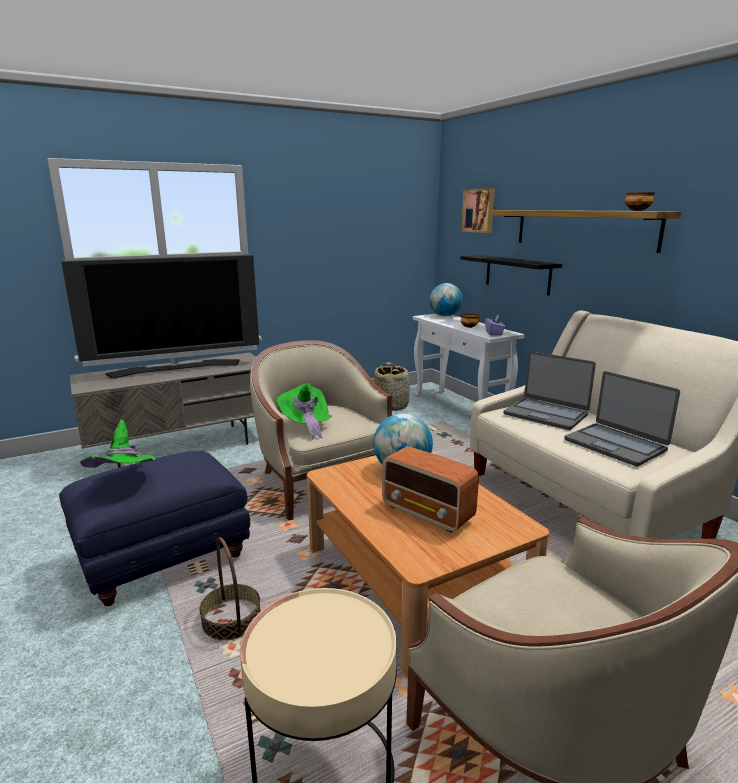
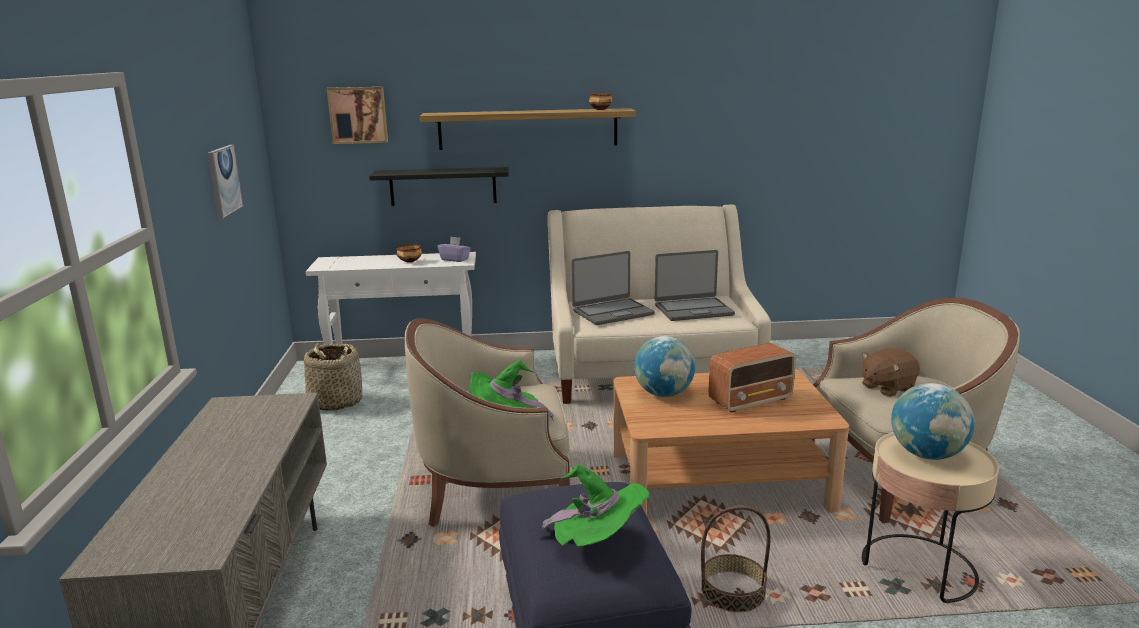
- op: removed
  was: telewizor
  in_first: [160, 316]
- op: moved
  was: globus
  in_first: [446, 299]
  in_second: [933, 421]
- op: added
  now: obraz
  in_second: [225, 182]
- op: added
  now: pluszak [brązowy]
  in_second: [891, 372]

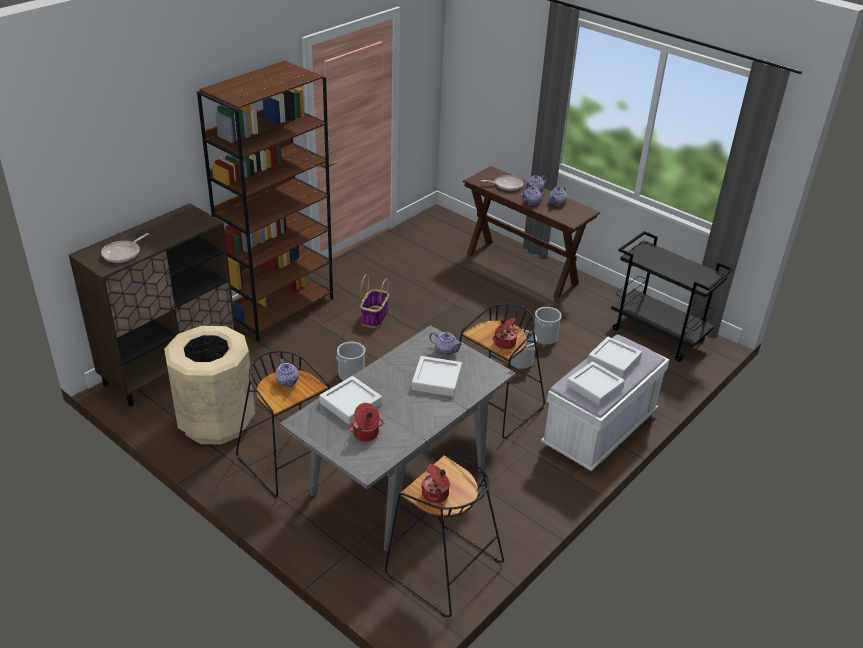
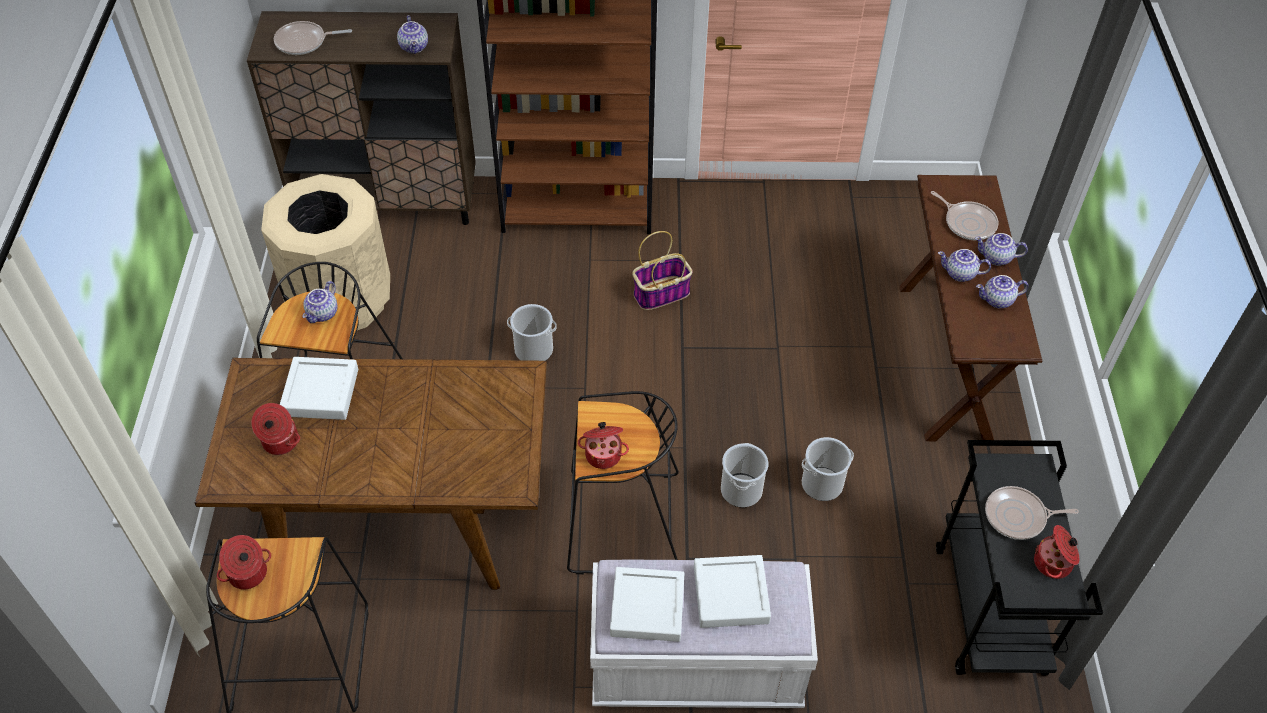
- op: recoloured
  was: stół jadalny [szary]
  now: stół jadalny [brązowy]
  in_first: [397, 438]
  in_second: [371, 474]
- op: removed
  was: taca [biały]
  in_first: [437, 376]
- op: moved
  was: imbryk
  in_first: [446, 343]
  in_second: [412, 34]
- op: added
  now: patelnia
  in_second: [1032, 513]
- op: added
  now: garnek
  in_second: [1056, 552]

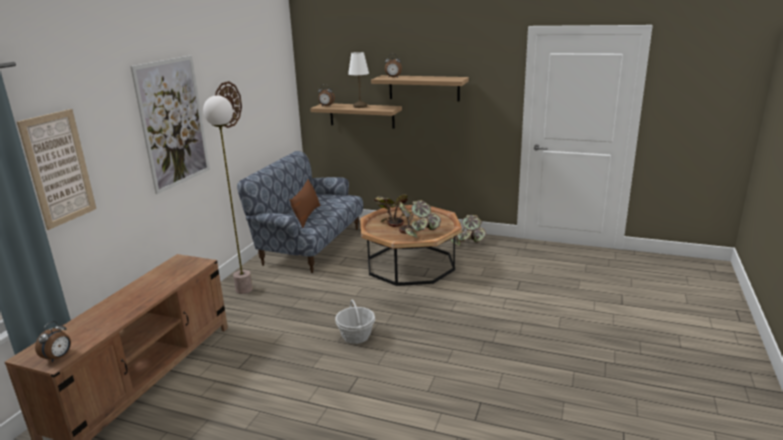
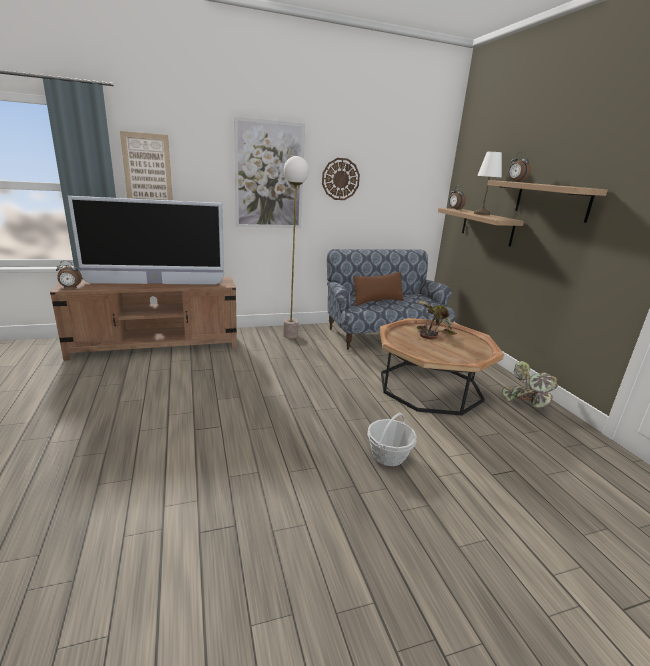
- op: moved
  was: koszyk
  in_first: [355, 321]
  in_second: [392, 439]
- op: removed
  was: roślina doniczkowa
  in_first: [420, 219]
- op: added
  now: telewizor
  in_second: [145, 240]

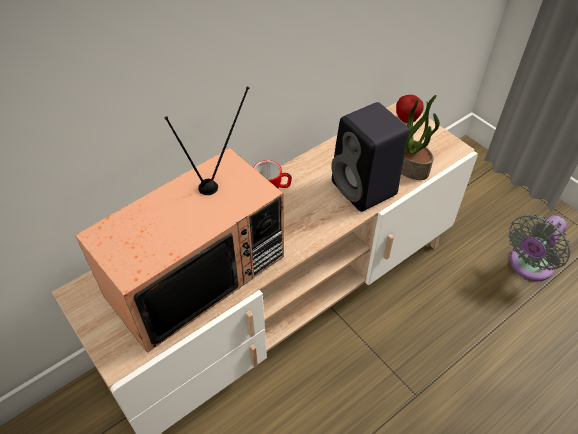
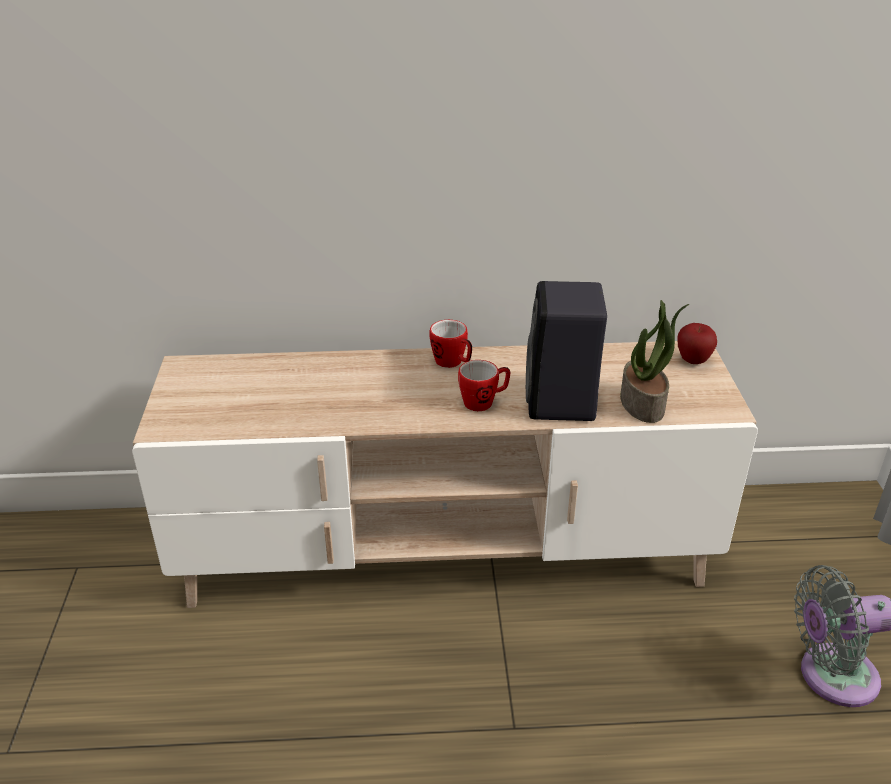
- op: removed
  was: telewizor
  in_first: [179, 220]
- op: added
  now: kubek
  in_second: [484, 385]

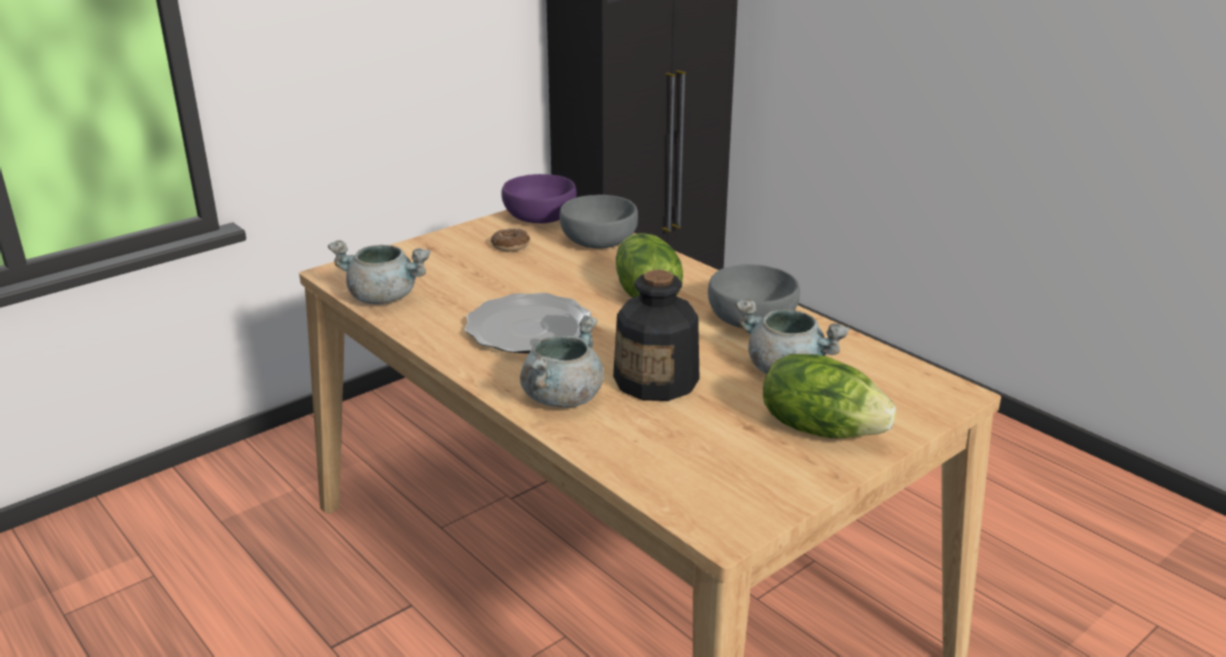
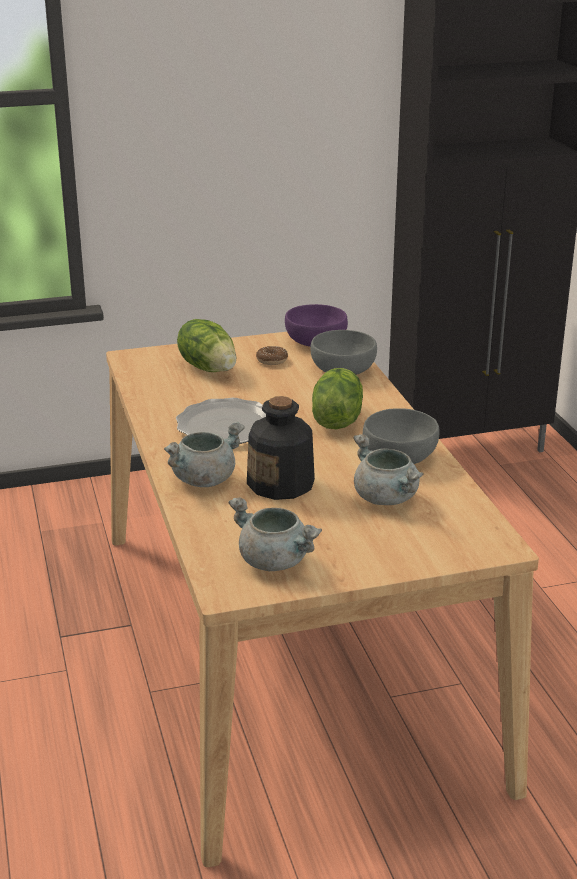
- op: moved
  was: garnek [szary]
  in_first: [379, 272]
  in_second: [275, 534]
- op: moved
  was: sałata
  in_first: [829, 396]
  in_second: [206, 345]

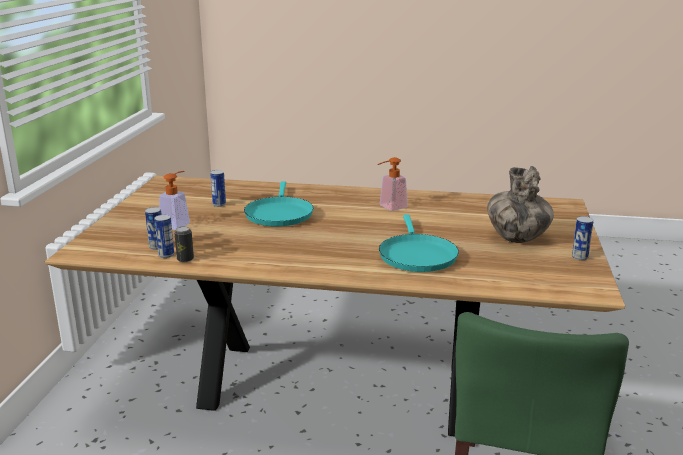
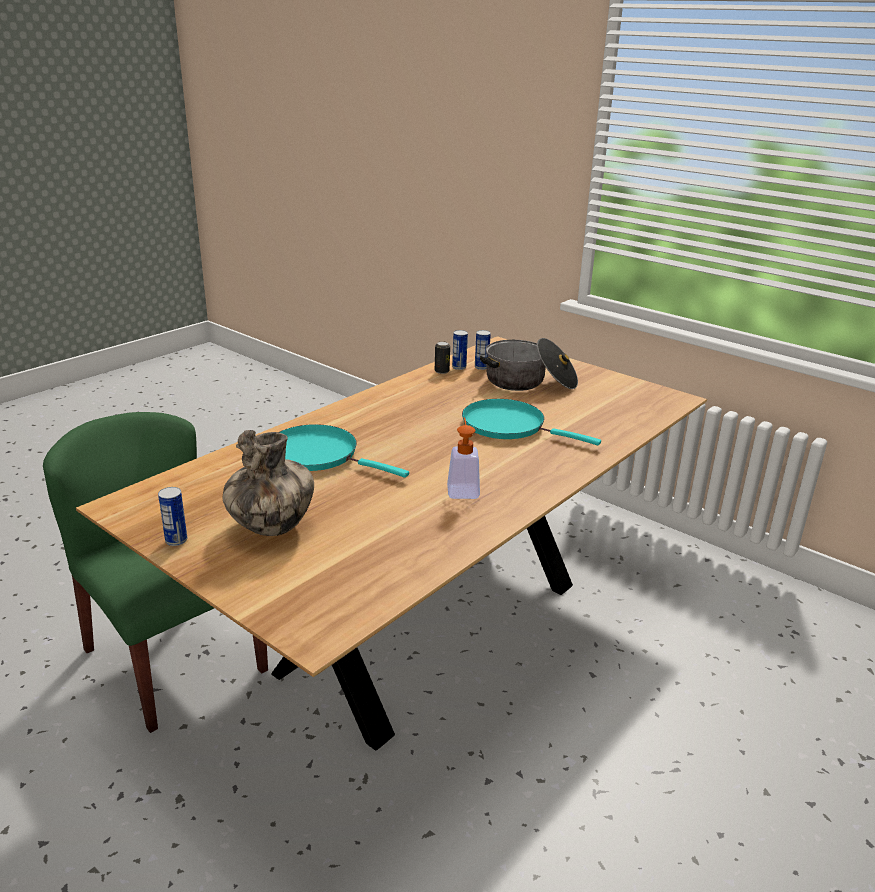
- op: replaced
  was: dozownik mydła
  now: garnek
  in_first: [174, 200]
  in_second: [529, 364]
- op: removed
  was: puszka
  in_first: [218, 188]

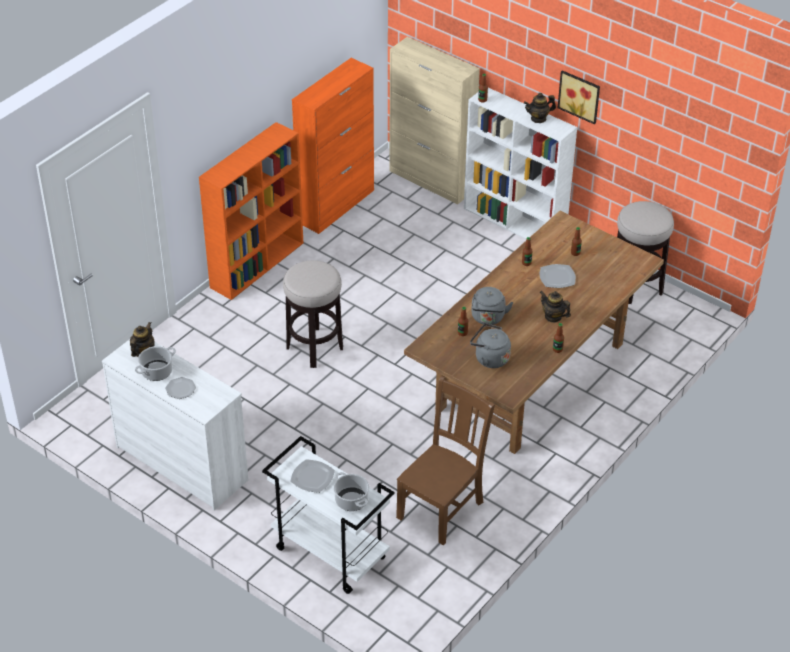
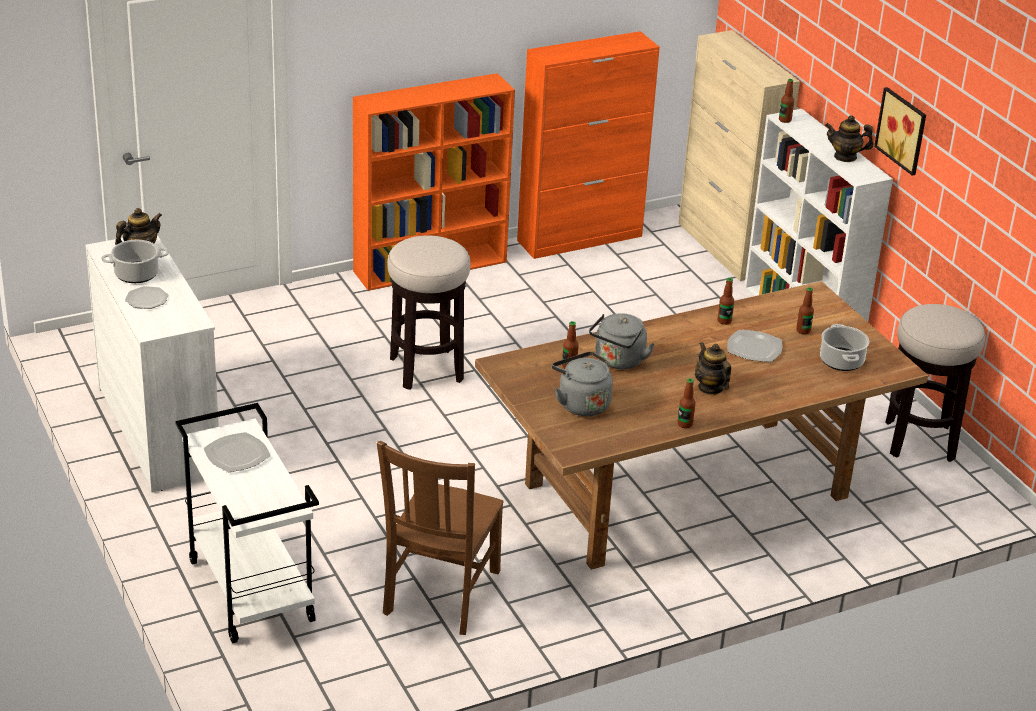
- op: moved
  was: garnek
  in_first: [351, 491]
  in_second: [844, 347]
- op: turned
  was: krzesło [brązowy]
  in_first: [445, 460]
  in_second: [440, 538]
  clockwise: 135

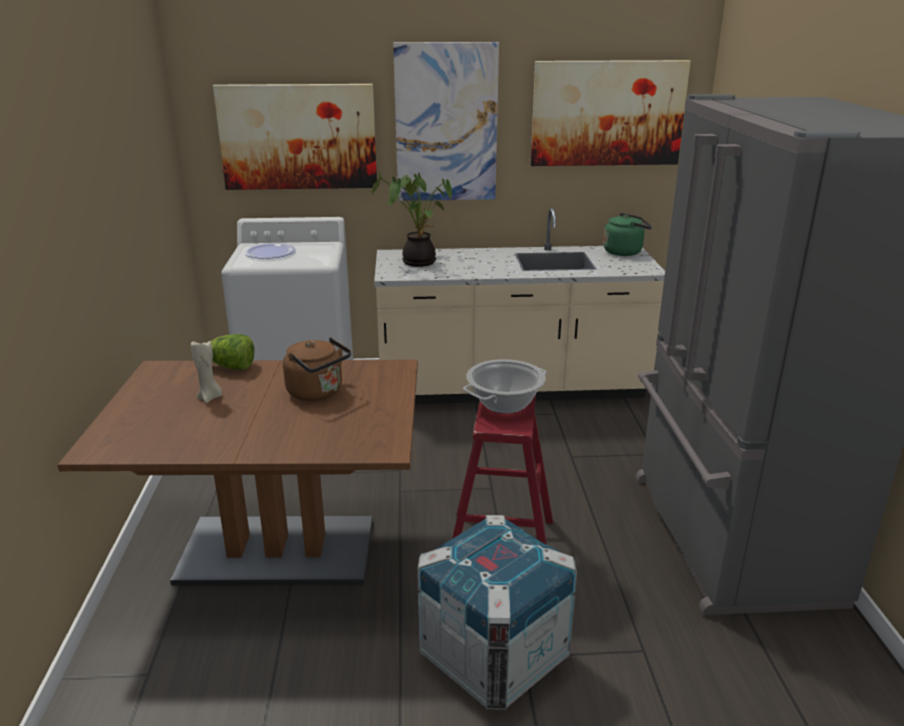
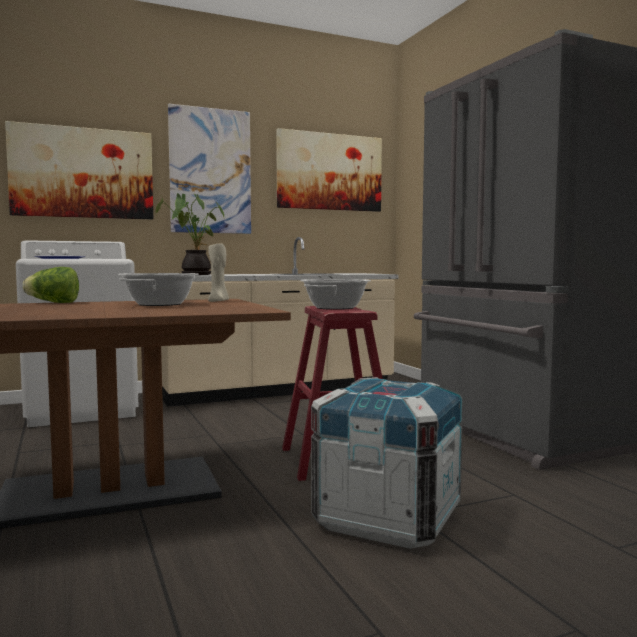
- op: moved
  was: świeca [beżowy]
  in_first: [206, 371]
  in_second: [218, 272]
- op: replaced
  was: czajnik [brązowy]
  now: garnek
  in_first: [317, 369]
  in_second: [158, 289]
- op: removed
  was: czajnik [zielony]
  in_first: [627, 234]

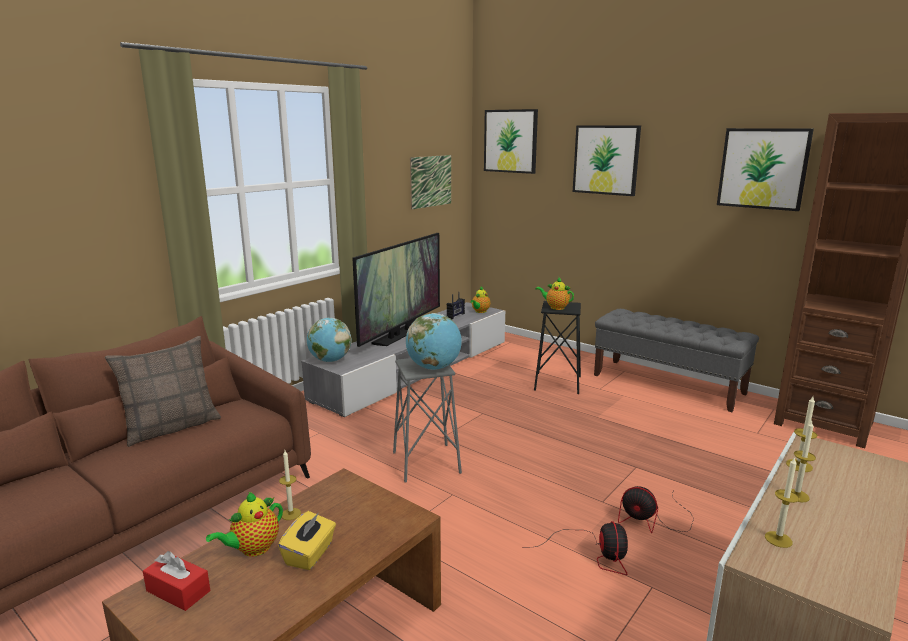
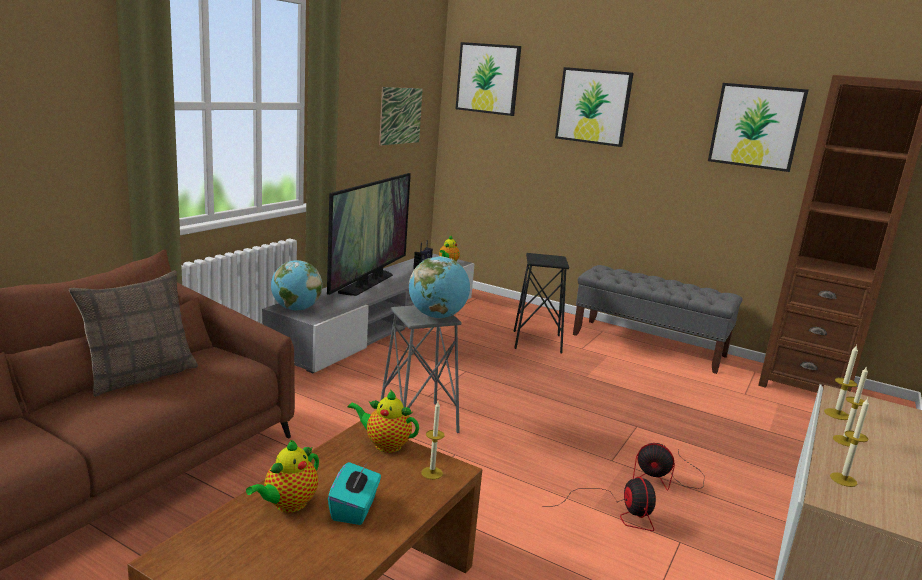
- op: removed
  was: pudełko chusteczek [czerwony]
  in_first: [176, 581]
- op: recoloured
  was: pudełko chusteczek [żółty]
  now: pudełko chusteczek [turkusowy]
  in_first: [307, 540]
  in_second: [354, 493]
- op: moved
  was: świeca
  in_first: [290, 485]
  in_second: [433, 440]
- op: moved
  was: imbryk
  in_first: [555, 293]
  in_second: [383, 421]

